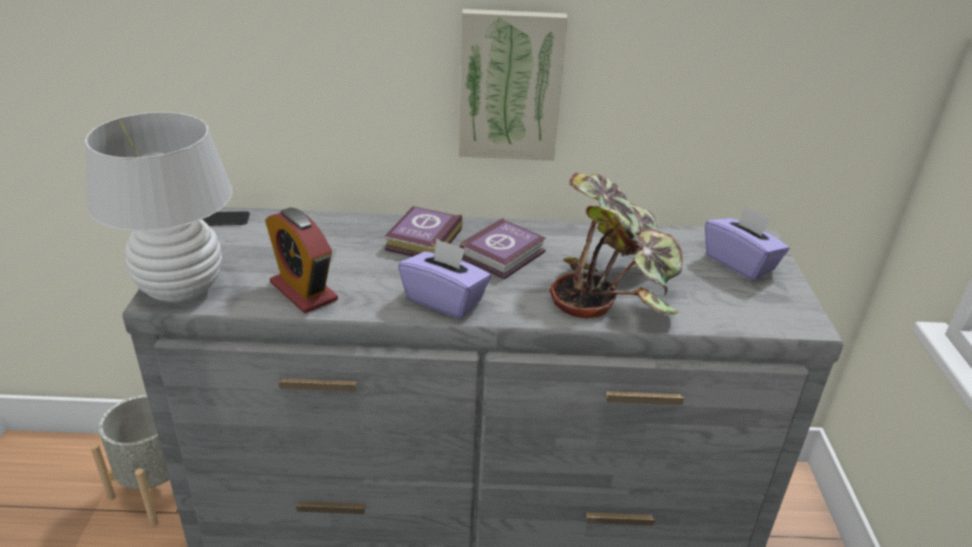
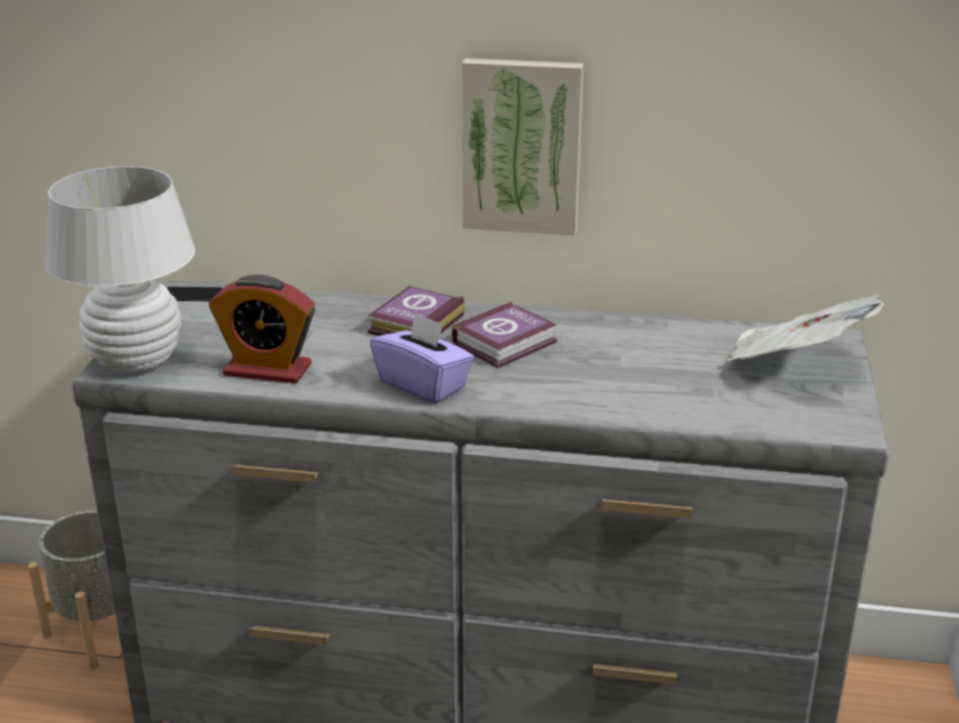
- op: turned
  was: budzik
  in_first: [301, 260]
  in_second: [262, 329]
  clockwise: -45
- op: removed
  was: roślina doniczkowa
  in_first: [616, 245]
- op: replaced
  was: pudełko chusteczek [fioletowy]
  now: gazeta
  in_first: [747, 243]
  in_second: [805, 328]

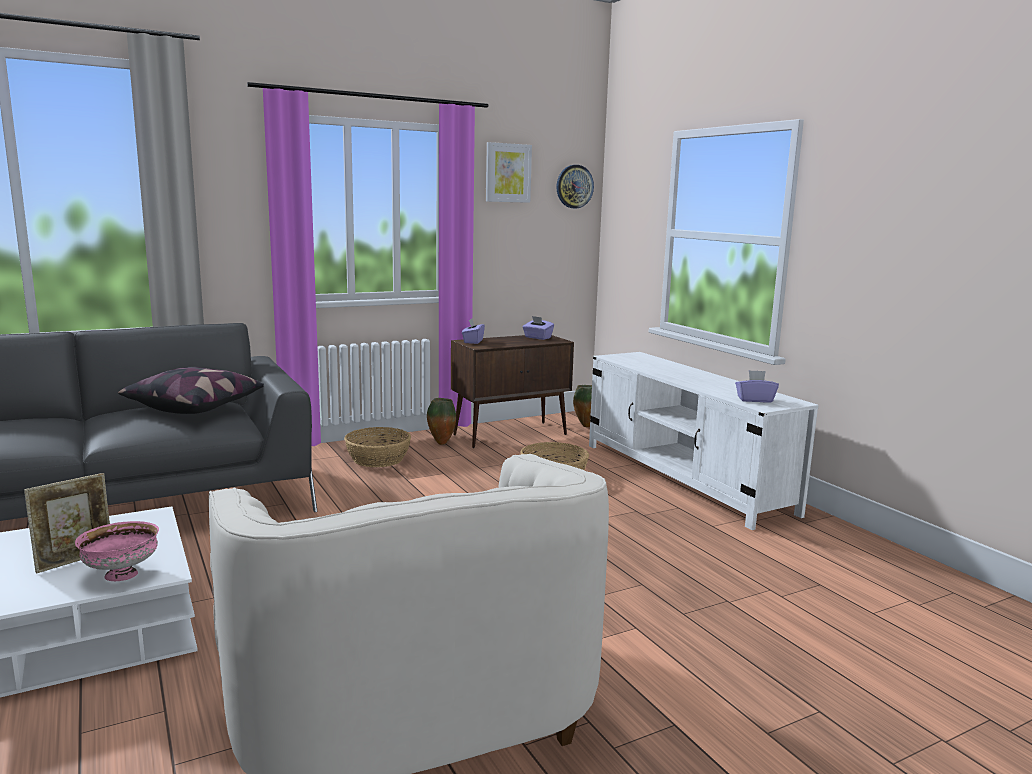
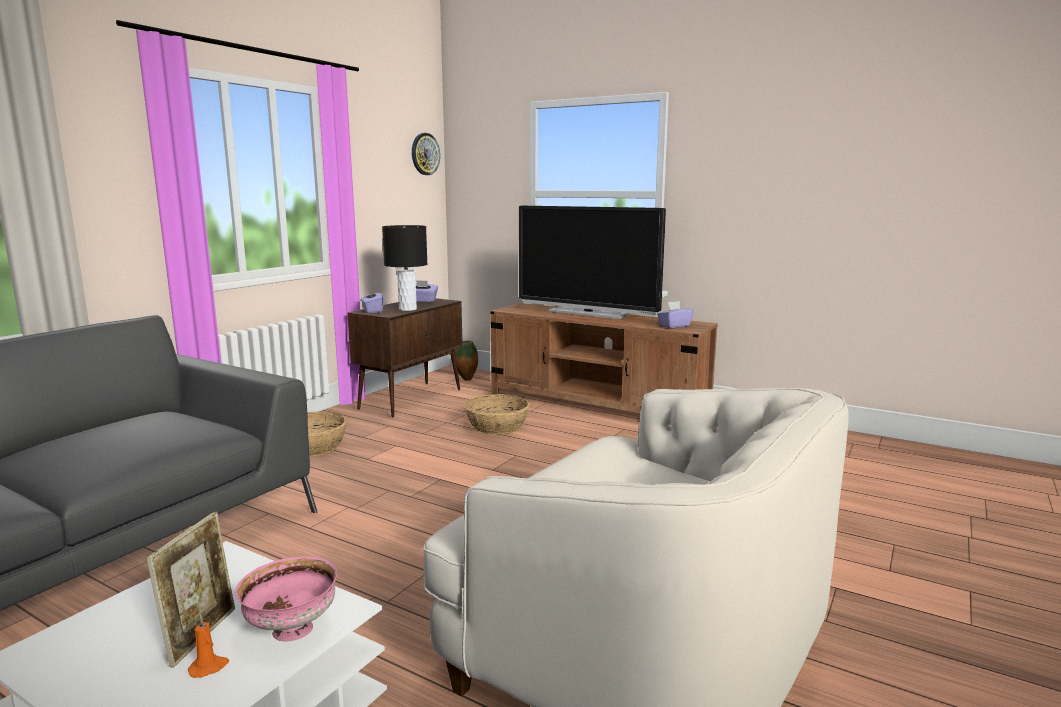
- op: removed
  was: poduszka
  in_first: [191, 390]
- op: removed
  was: wazon
  in_first: [441, 421]
- op: removed
  was: obraz
  in_first: [509, 172]
- op: recoloured
  was: szafka pod telewizor [biały]
  now: szafka pod telewizor [brązowy]
  in_first: [704, 441]
  in_second: [604, 358]
- op: added
  now: świeca [pomarańczowy]
  in_second: [208, 646]
- op: added
  now: lampa stołowa [czarny]
  in_second: [404, 268]
- op: added
  now: telewizor
  in_second: [592, 262]

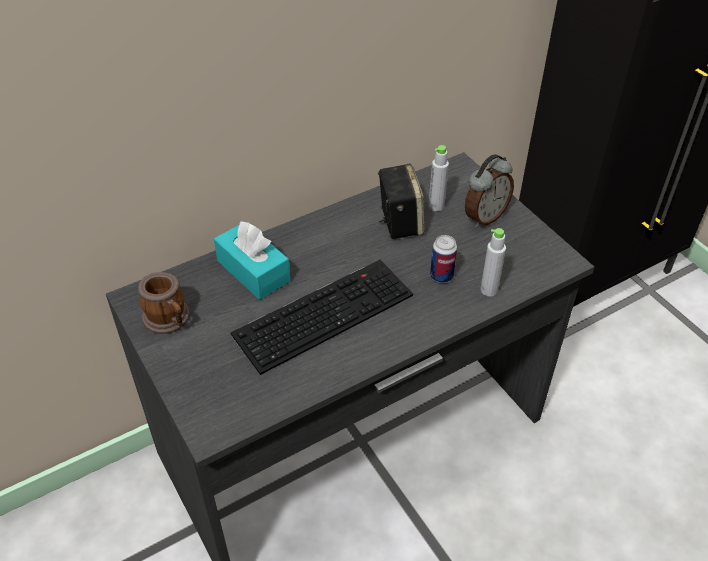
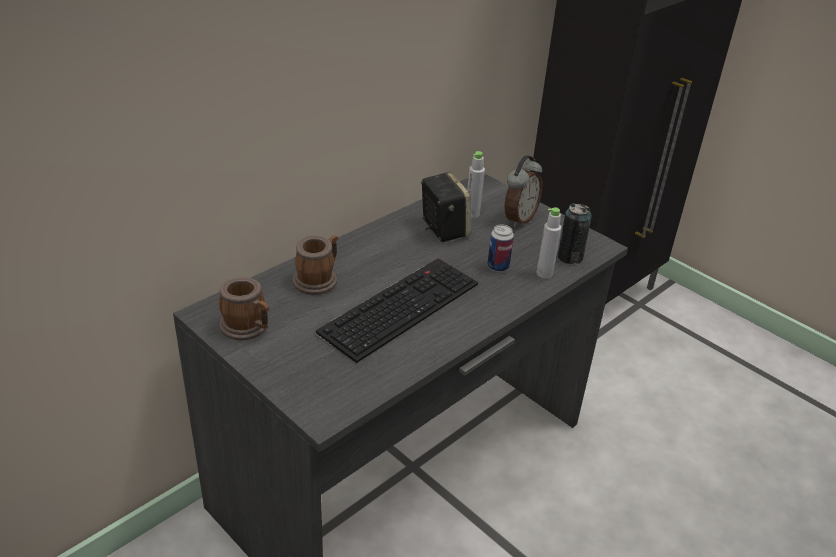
- op: replaced
  was: pudełko chusteczek [turkusowy]
  now: kubek
  in_first: [252, 260]
  in_second: [315, 265]
- op: added
  now: puszka
  in_second: [575, 233]

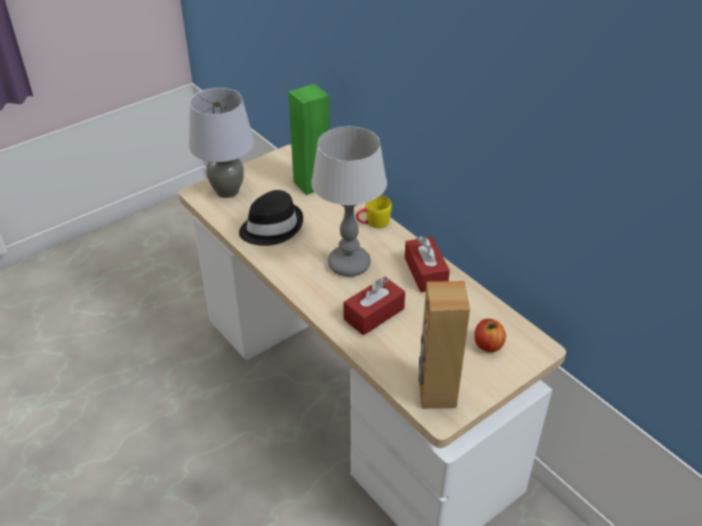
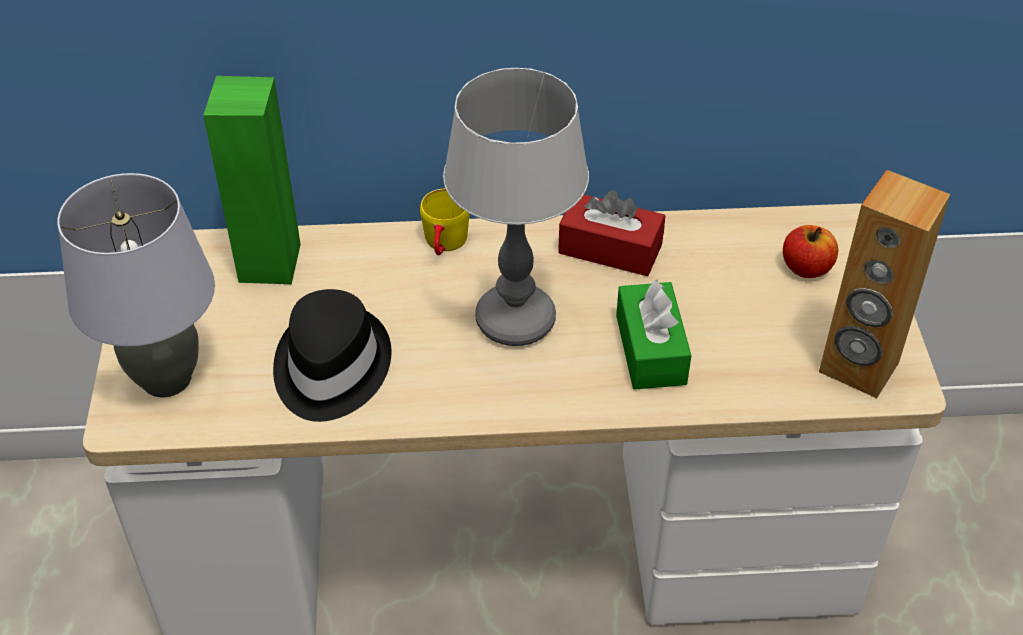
- op: recoloured
  was: pudełko chusteczek [czerwony]
  now: pudełko chusteczek [zielony]
  in_first: [374, 306]
  in_second: [653, 335]

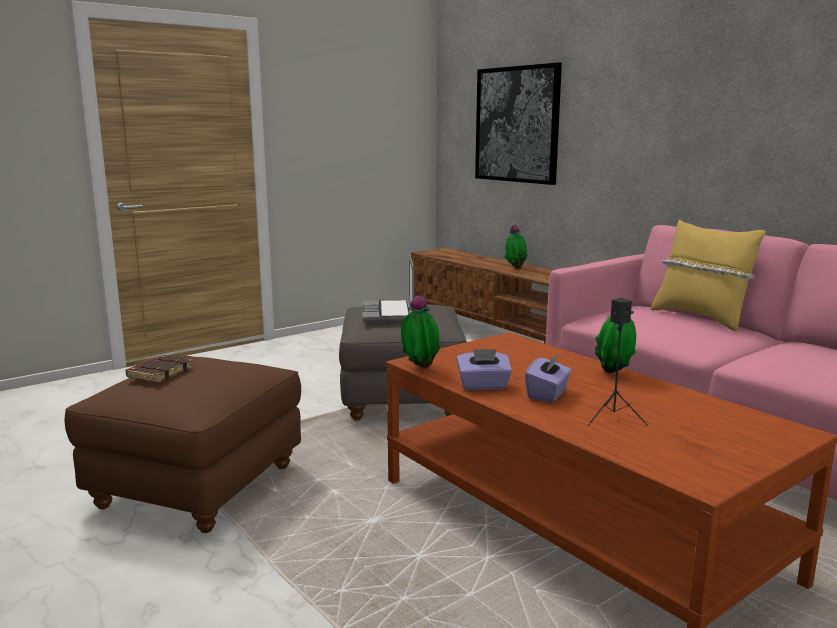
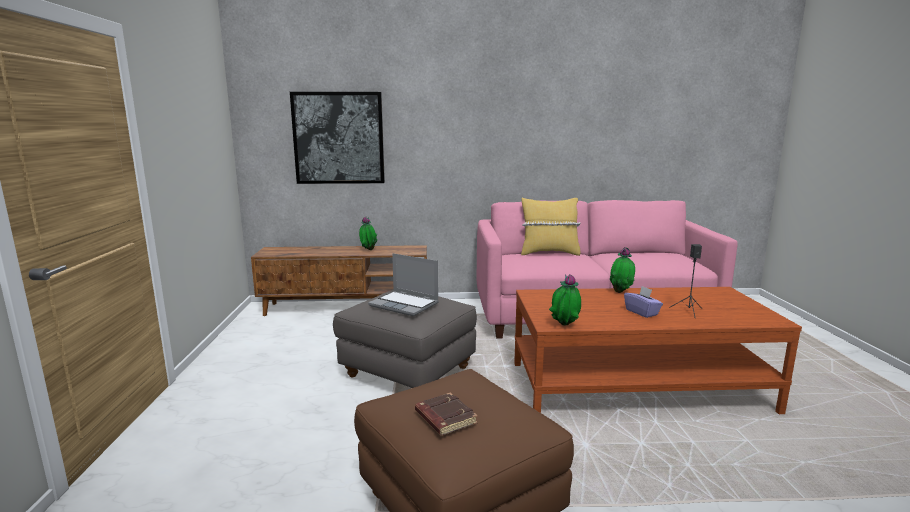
- op: removed
  was: pudełko chusteczek [fioletowy]
  in_first: [484, 369]

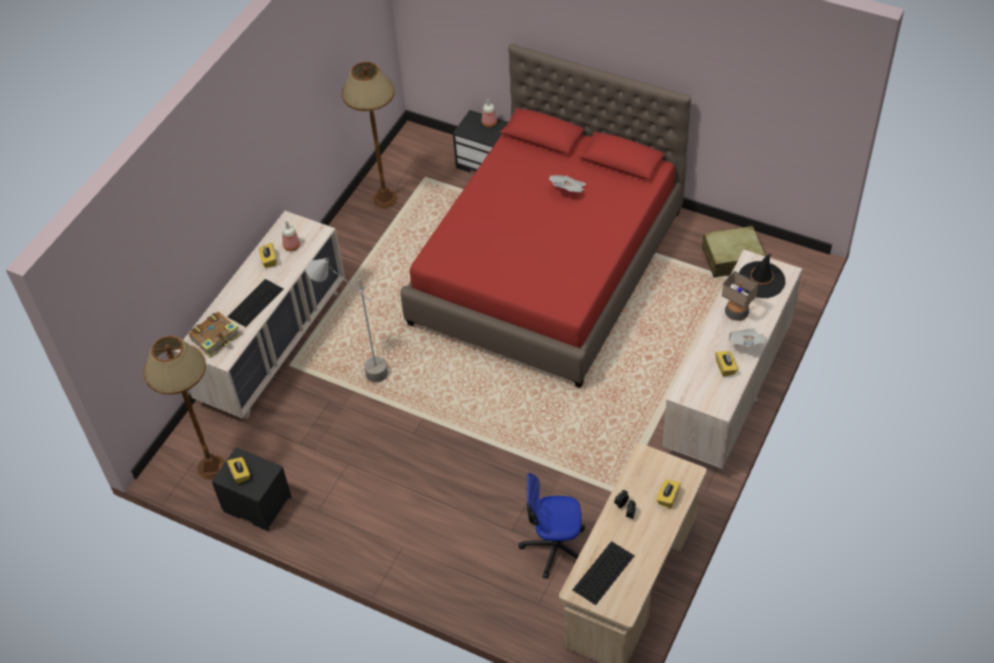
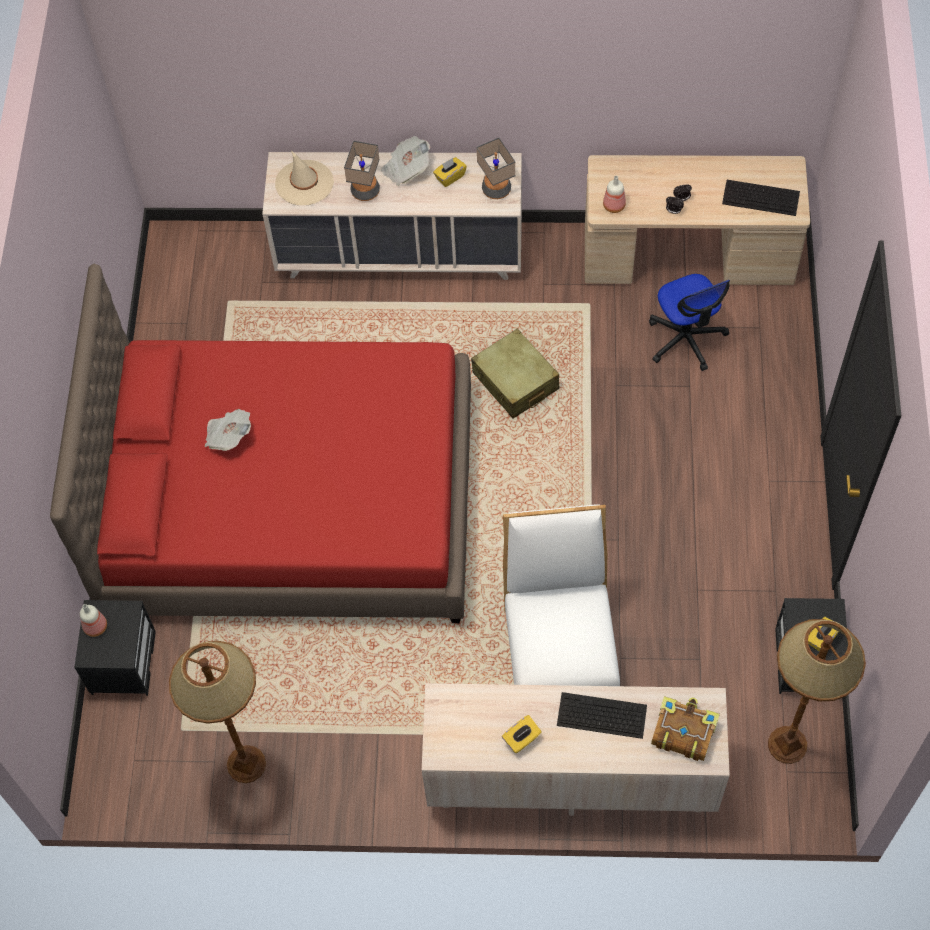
- op: moved
  was: butelka
  in_first: [291, 236]
  in_second: [614, 194]
- op: replaced
  was: lampa stojąca [szary]
  now: krzesło [biały]
  in_first: [347, 320]
  in_second: [561, 595]
- op: removed
  was: pudełko chusteczek [żółty]
  in_first: [669, 494]
- op: moved
  was: walizka [beżowy]
  in_first: [734, 252]
  in_second: [515, 373]
- op: recoloured
  was: kapelusz [czarny]
  now: kapelusz [beżowy]
  in_first: [762, 275]
  in_second: [304, 178]
- op: added
  now: lampa stołowa
  in_second: [496, 168]

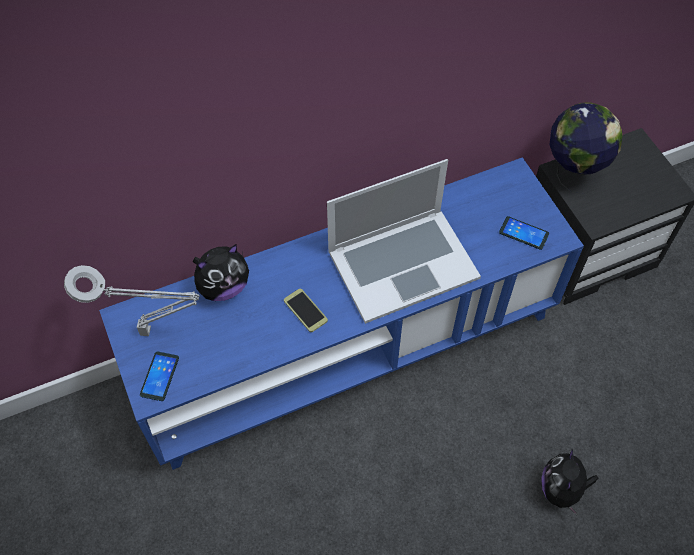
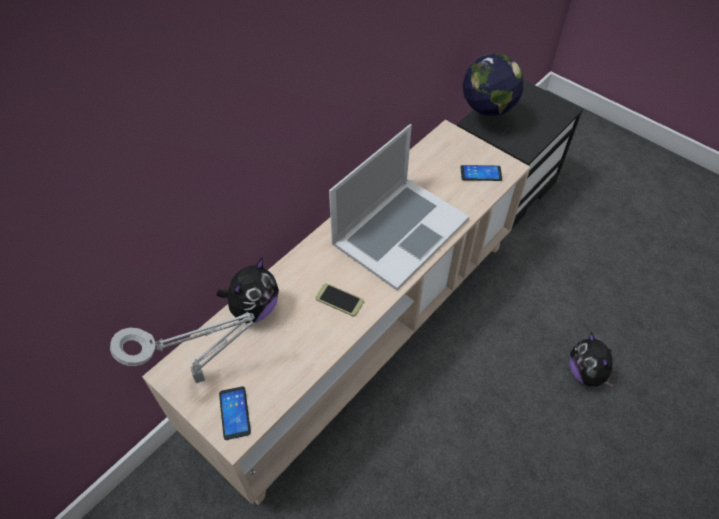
- op: recoloured
  was: szafka pod telewizor [niebieski]
  now: szafka pod telewizor [beżowy]
  in_first: [341, 313]
  in_second: [336, 312]

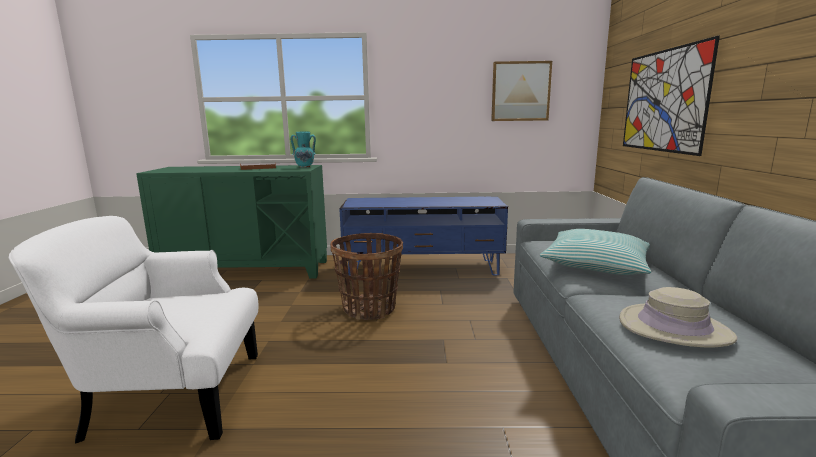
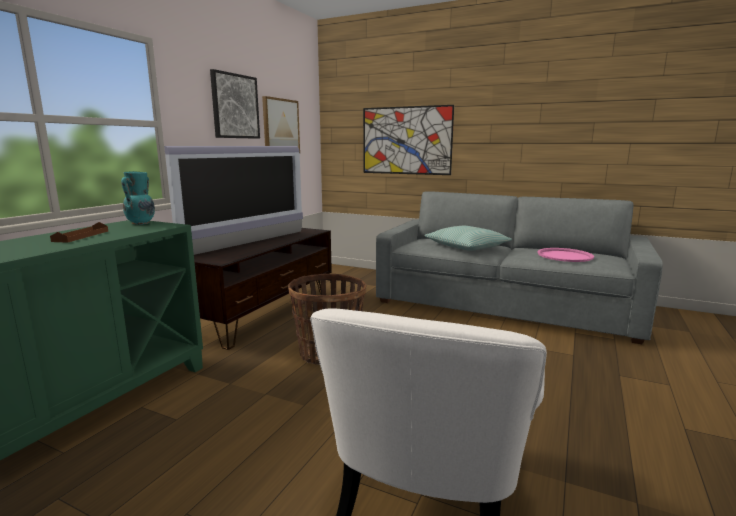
- op: recoloured
  was: szafka pod telewizor [niebieski]
  now: szafka pod telewizor [brązowy]
  in_first: [423, 236]
  in_second: [263, 289]
- op: replaced
  was: kapelusz [beżowy]
  now: taca [różowy]
  in_first: [678, 317]
  in_second: [566, 255]
- op: added
  now: telewizor
  in_second: [233, 200]
- op: added
  now: obraz
  in_second: [235, 104]

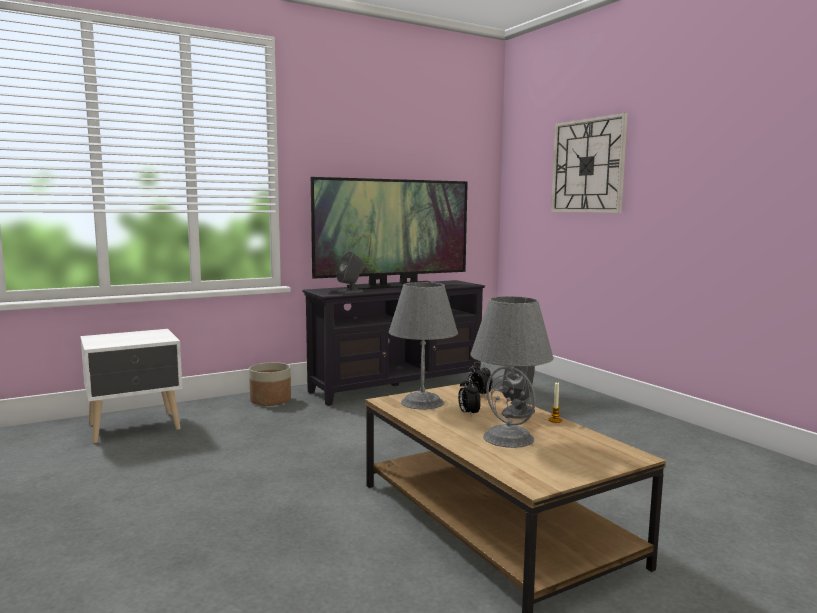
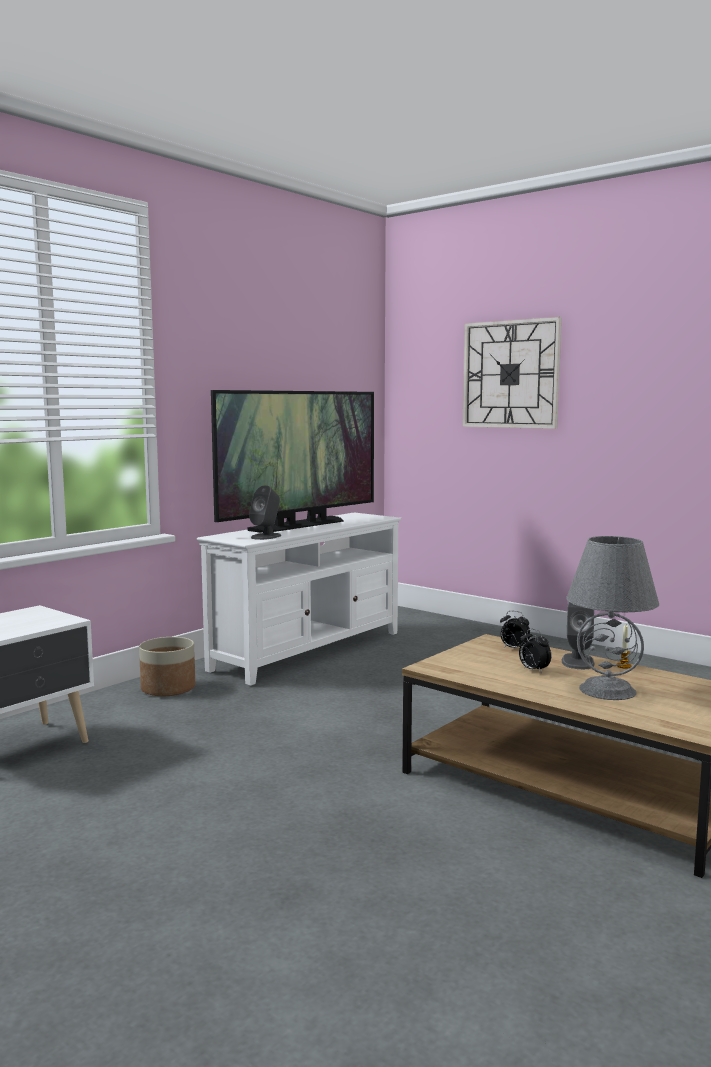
- op: recoloured
  was: szafka pod telewizor [czarny]
  now: szafka pod telewizor [biały]
  in_first: [394, 343]
  in_second: [299, 599]
- op: removed
  was: lampa stołowa [szary]
  in_first: [423, 345]

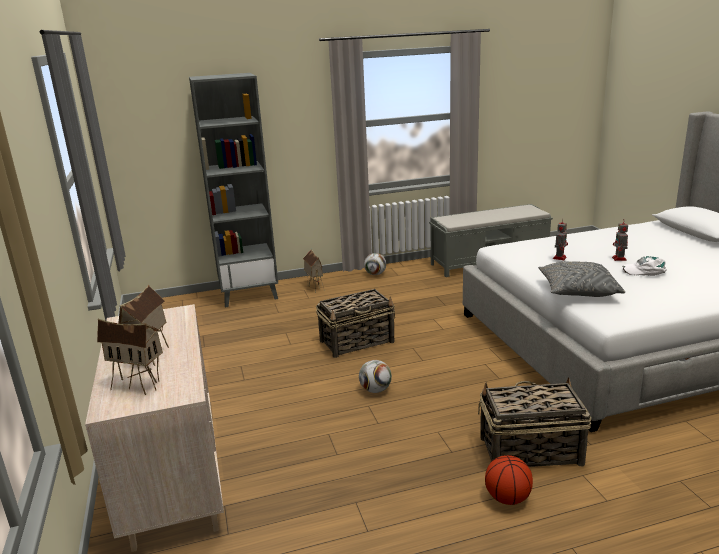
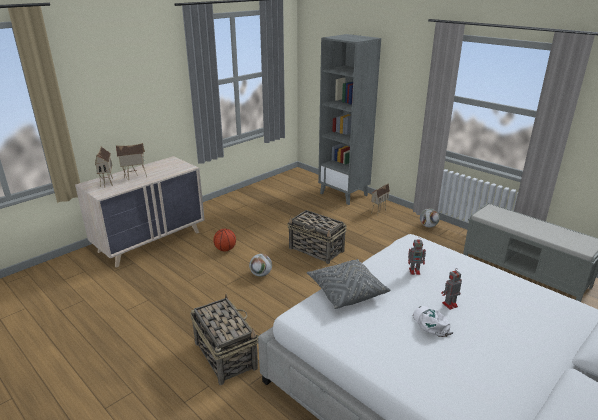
- op: moved
  was: piłka do koszykówki
  in_first: [509, 480]
  in_second: [224, 240]

